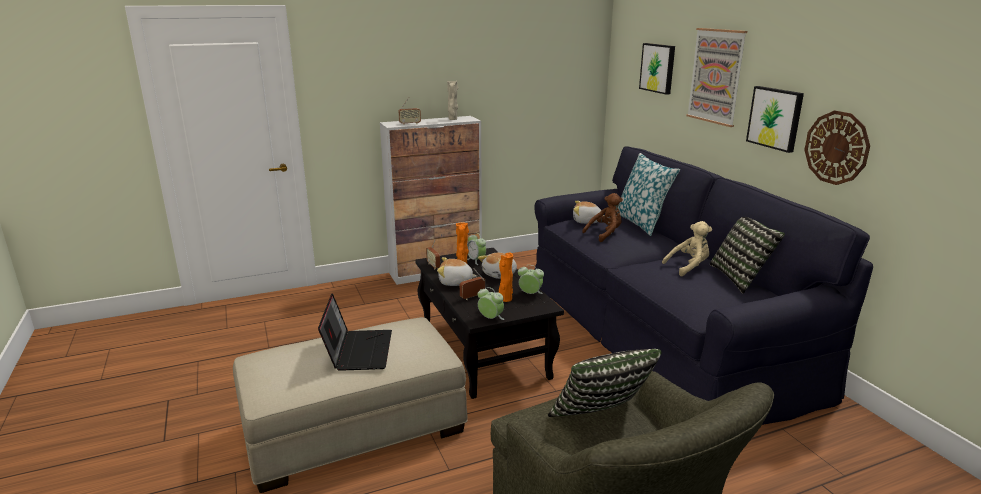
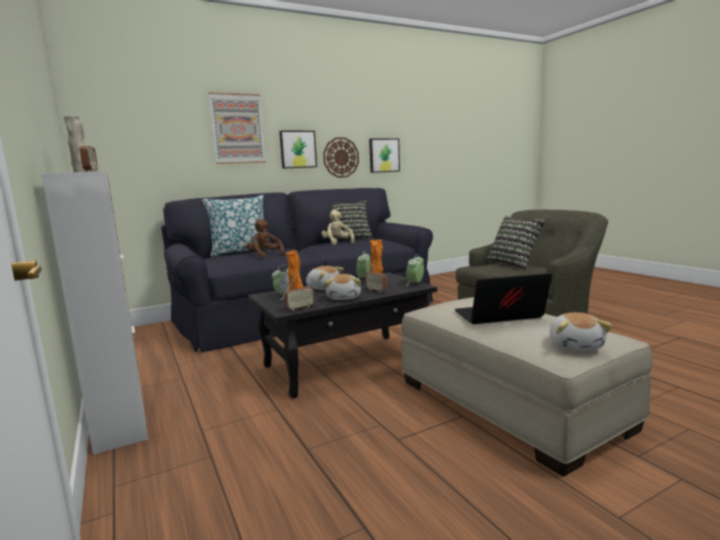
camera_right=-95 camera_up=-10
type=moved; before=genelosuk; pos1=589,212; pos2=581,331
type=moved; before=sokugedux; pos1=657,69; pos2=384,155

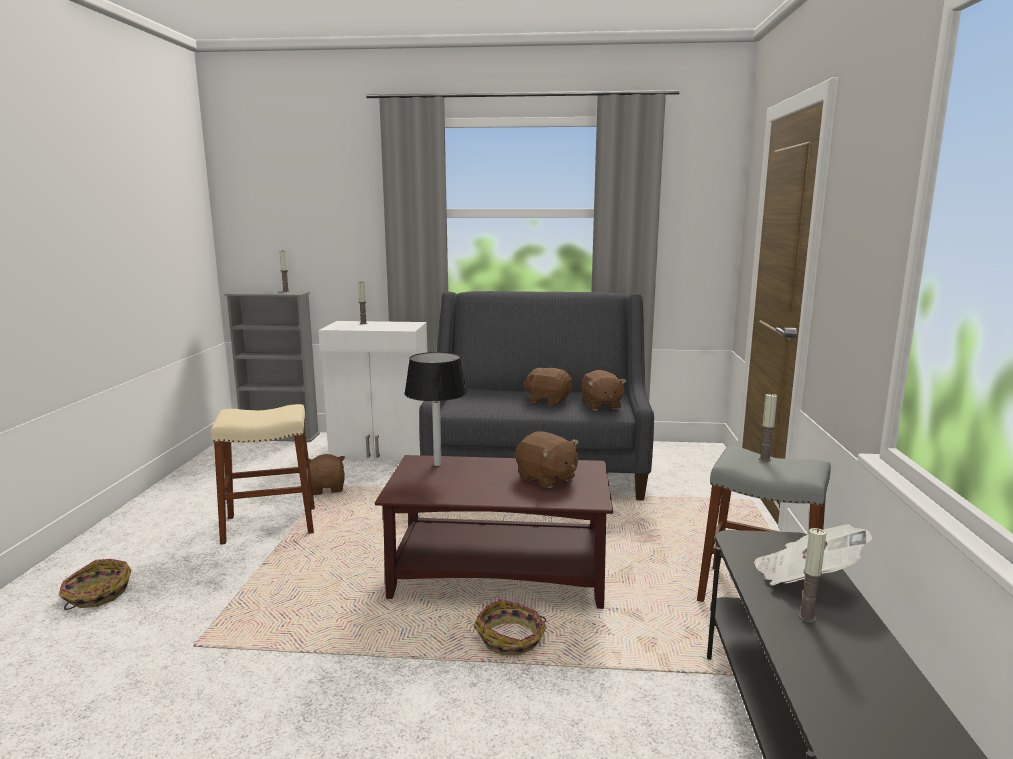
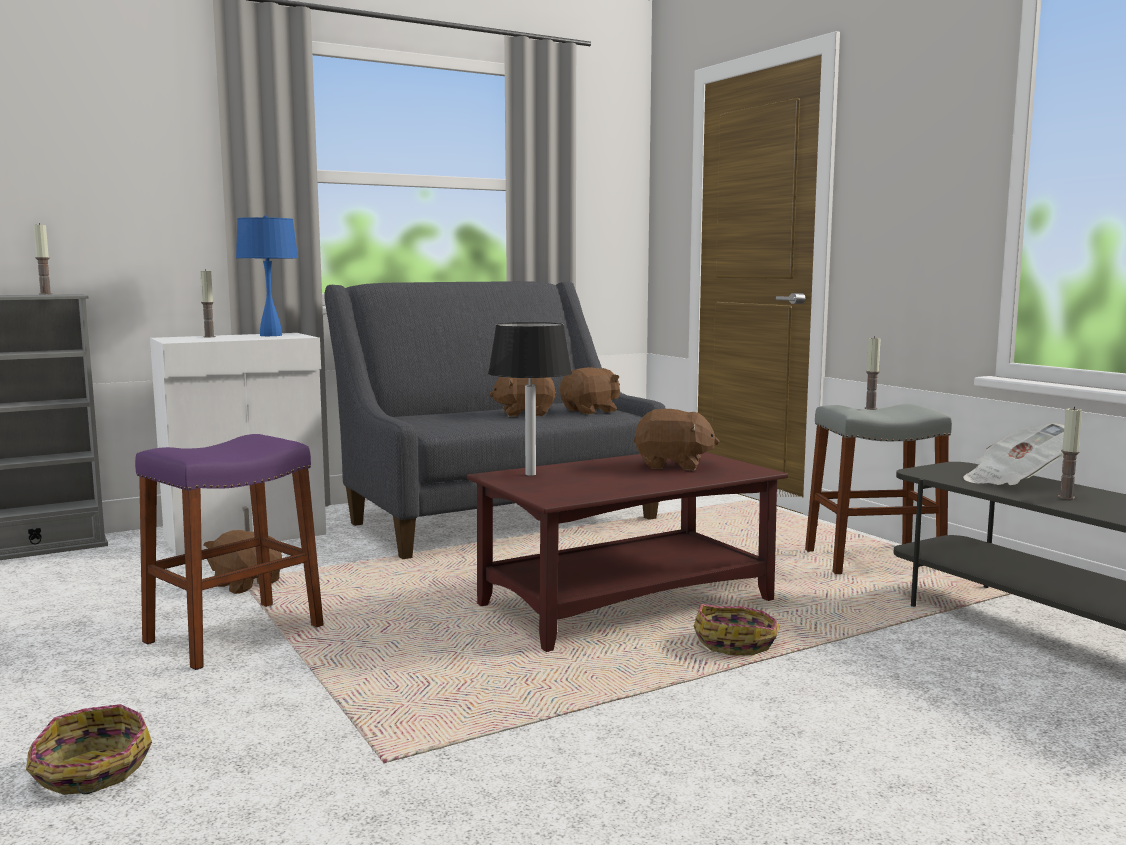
camera_right=-35 camera_up=-5
type=added; after=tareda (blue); pos2=267,275
type=recoloured; before=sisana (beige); after=sisana (purple); pos1=263,474; pos2=229,552
type=turned; before=genelosuk (brown); pos1=604,390; pos2=590,390; turn=-75

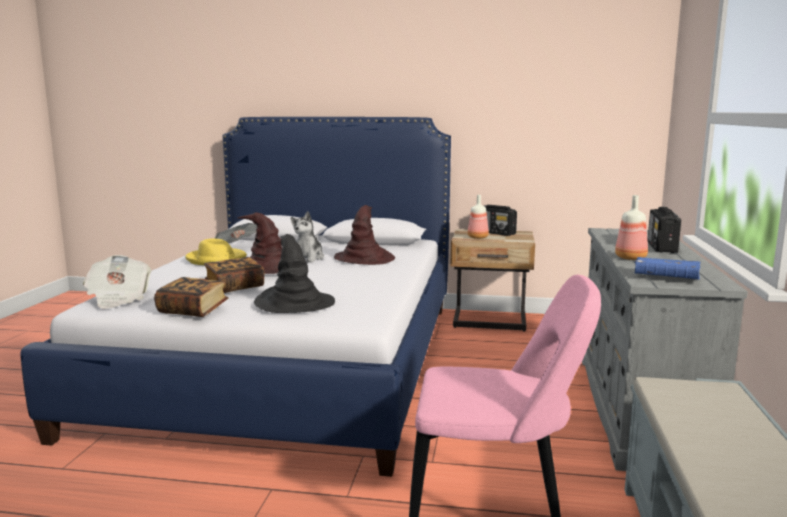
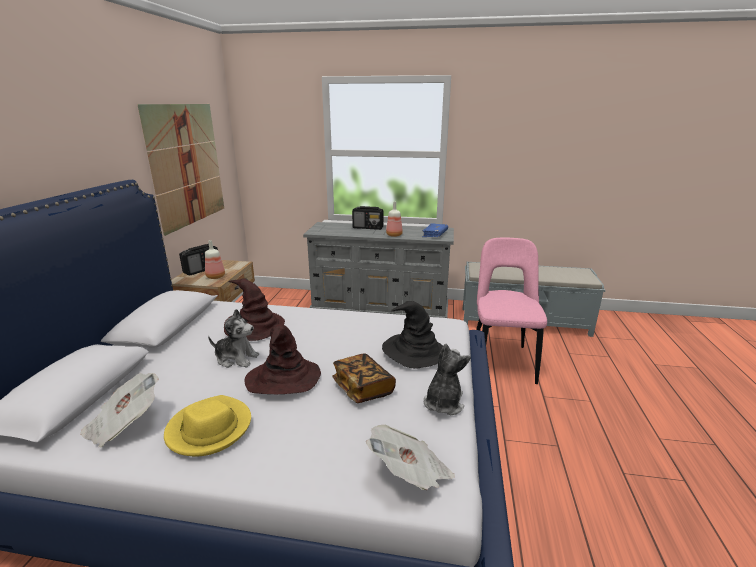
camera_right=-90 camera_up=10
type=added; after=sokugedux; pos2=180,170
type=replaced; before=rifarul; after=genelosuk; pos1=191,297; pos2=446,379

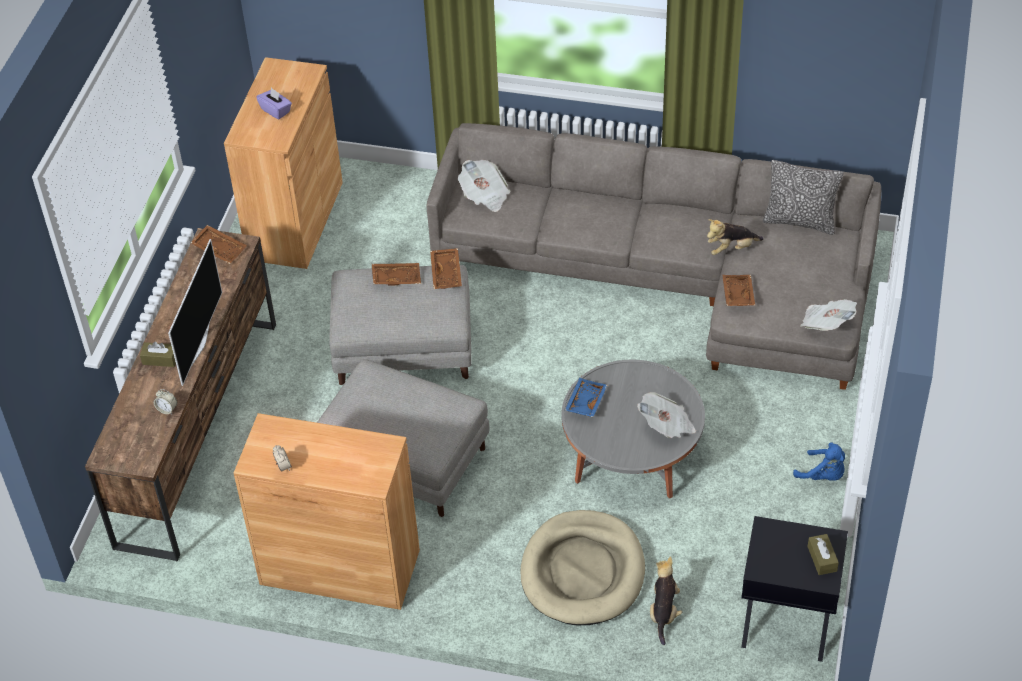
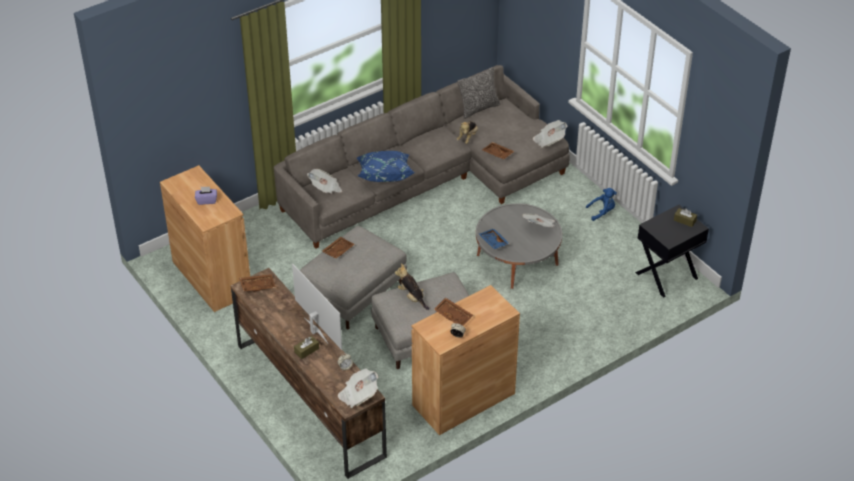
camera_right=-50 camera_up=-5
type=removed; before=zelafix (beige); pos1=582,567
type=added; after=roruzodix; pos2=358,388
type=added; after=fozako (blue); pos2=385,166
type=moved; before=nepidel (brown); pos1=446,268; pos2=453,311
type=moved; before=genelosuk; pos1=666,600; pos2=412,286

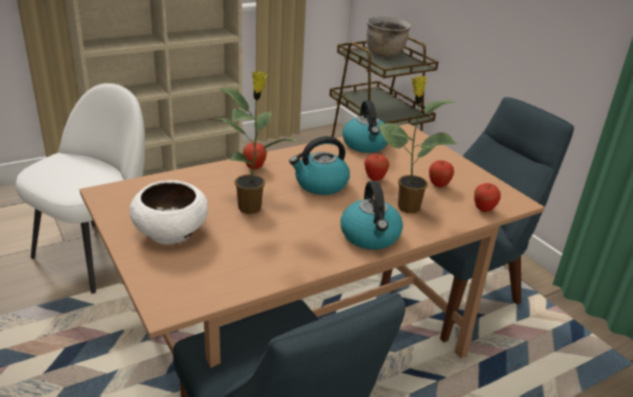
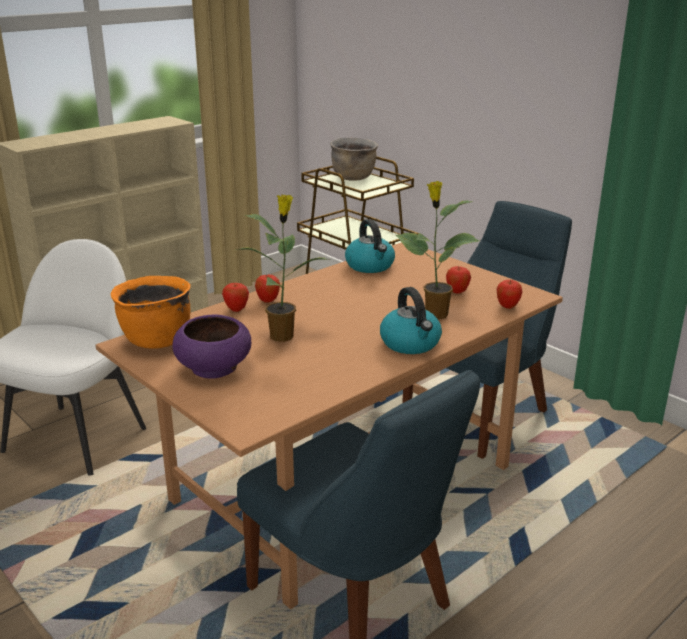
camera_right=-10 camera_up=-5
type=removed; before=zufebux; pos1=319,165
type=added; after=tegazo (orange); pos2=150,312
type=moved; before=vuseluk; pos1=376,167; pos2=235,297
type=recoloured; before=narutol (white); after=narutol (purple); pos1=169,212; pos2=211,347

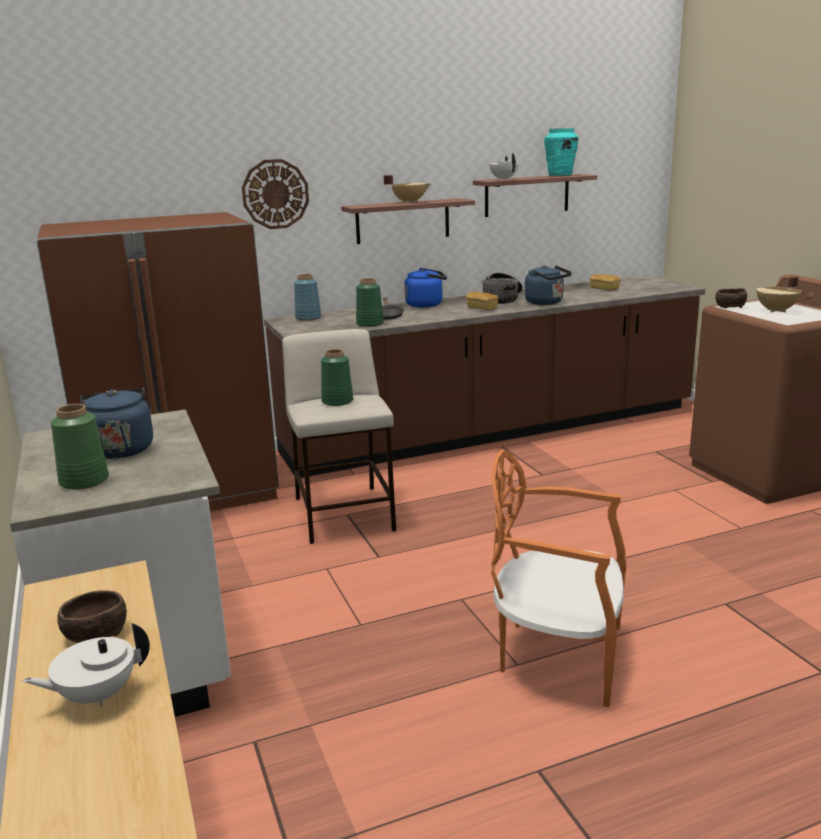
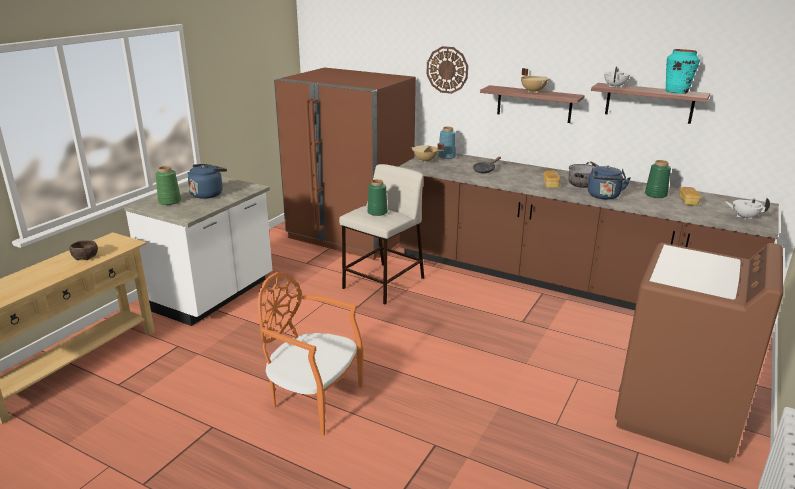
camera_right=50 camera_up=5
type=removed; before=zufebux (blue); pos1=425,288
type=removed; before=narutol (brown); pos1=731,298
type=moved; before=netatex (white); pos1=86,665; pos2=747,208
type=moved; before=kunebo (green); pos1=370,302; pos2=658,179
type=moved; before=tegazo (beige); pos1=779,294; pos2=427,153
type=turned; before=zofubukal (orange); pos1=558,578; pos2=310,354; turn=-45

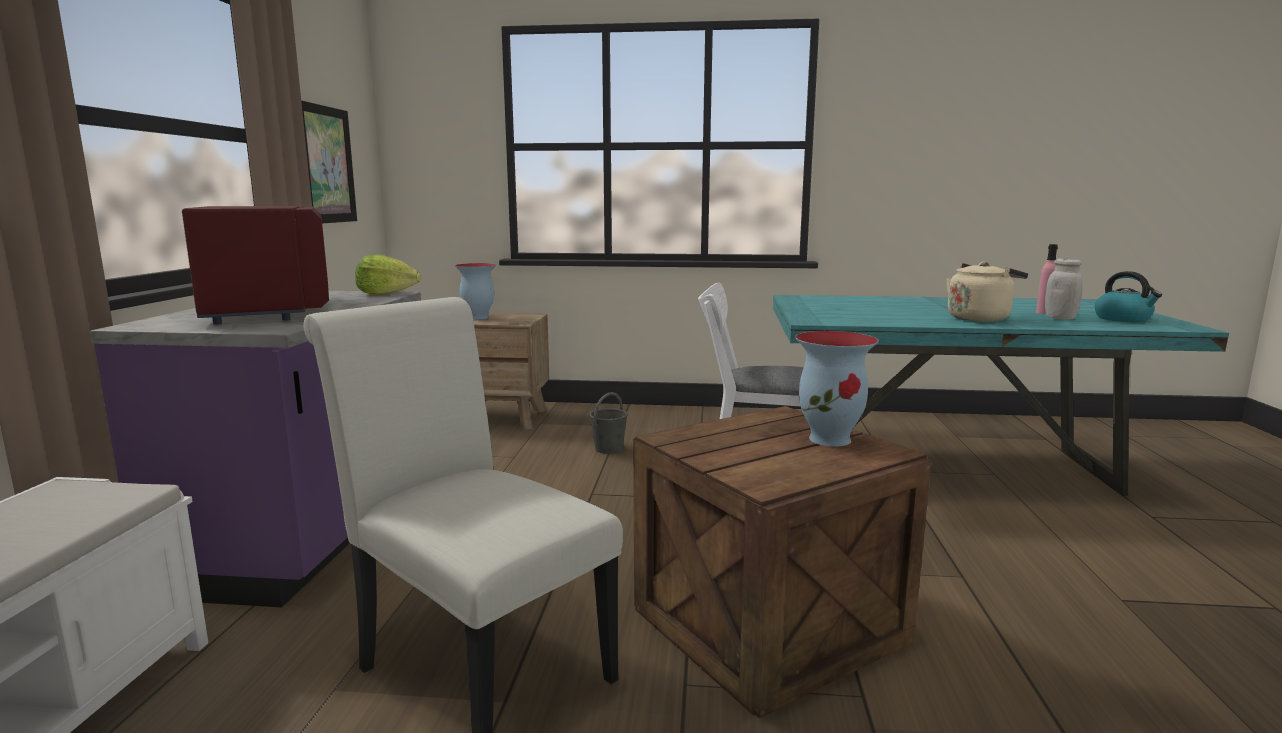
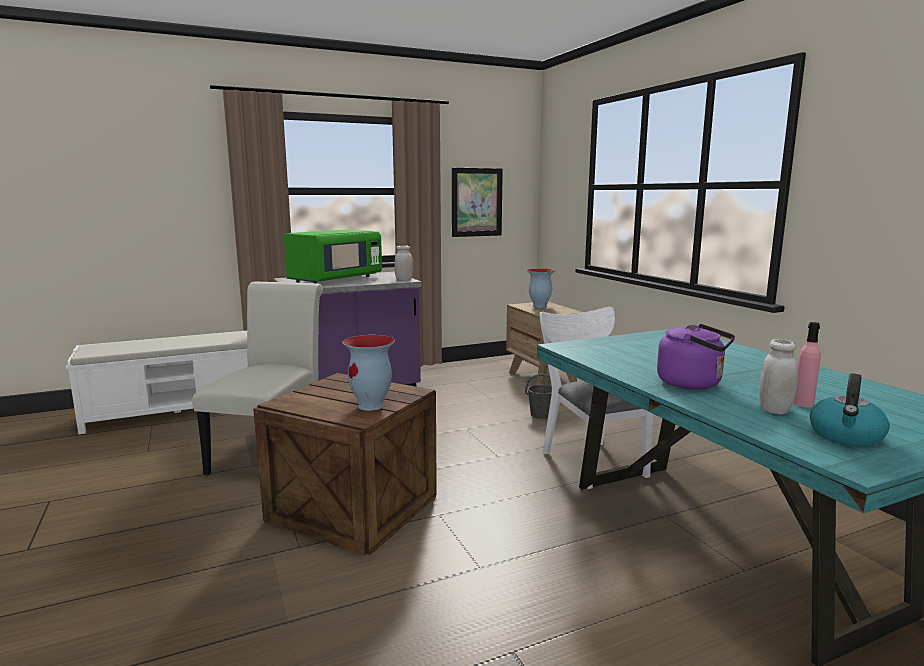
camera_right=60 camera_up=0
type=replaced; before=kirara; after=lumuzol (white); pos1=388,274; pos2=403,263
type=recoloured; before=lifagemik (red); after=lifagemik (green); pos1=255,265; pos2=333,256
type=recoloured; before=zufebux (beige); after=zufebux (purple); pos1=987,291; pos2=696,357

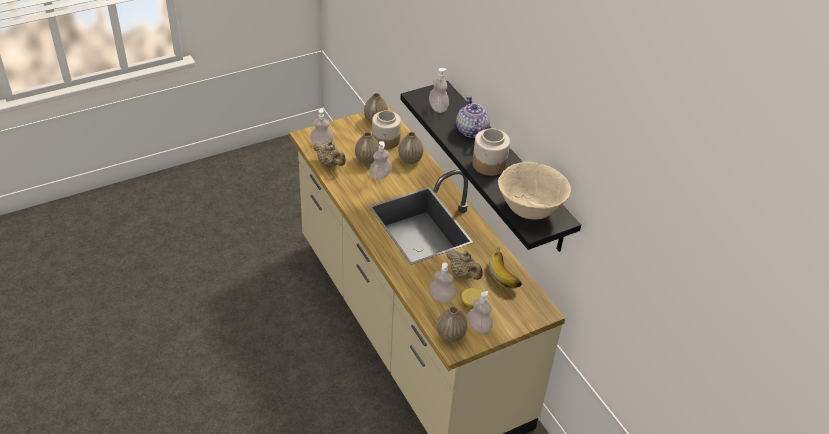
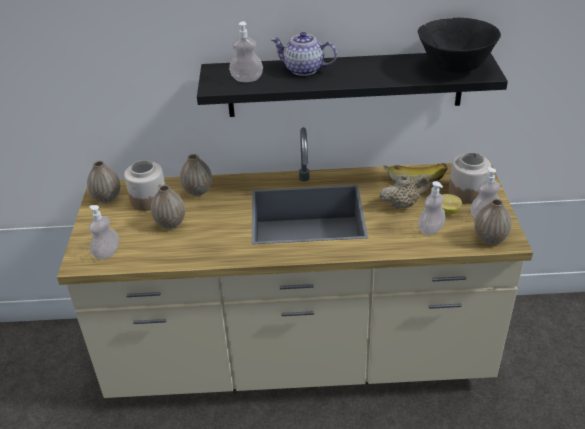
camera_right=-60 camera_up=-5
type=removed; before=netatex (beige); pos1=329,154
type=removed; before=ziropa; pos1=380,160
type=moved; before=lumuzol; pos1=491,152; pos2=470,178
type=recoloured; before=narutol (beige); after=narutol (black); pos1=534,191; pos2=459,45

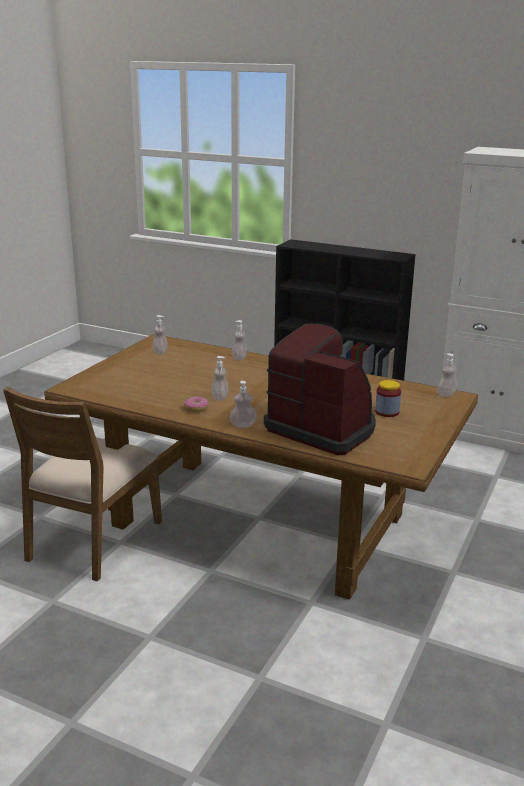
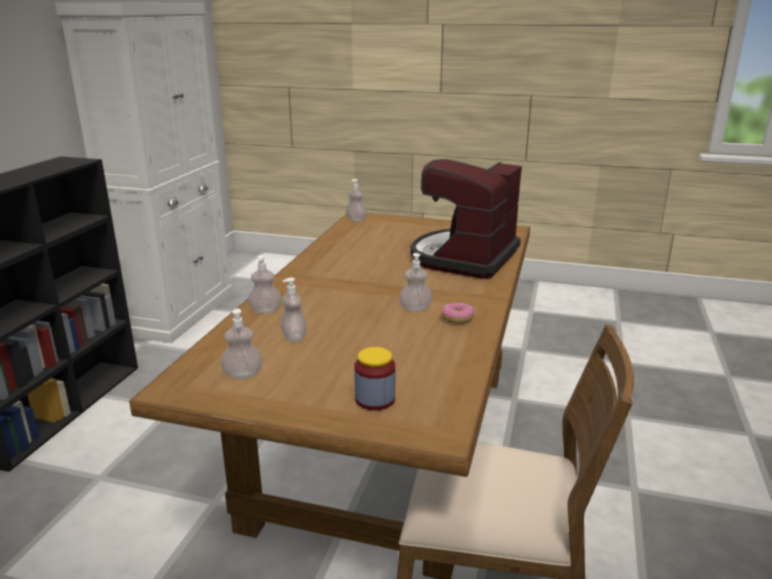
camera_right=-100 camera_up=0
type=moved; before=ziropa; pos1=243,404; pos2=294,309
type=moved; before=lumuzol; pos1=388,398; pos2=374,378

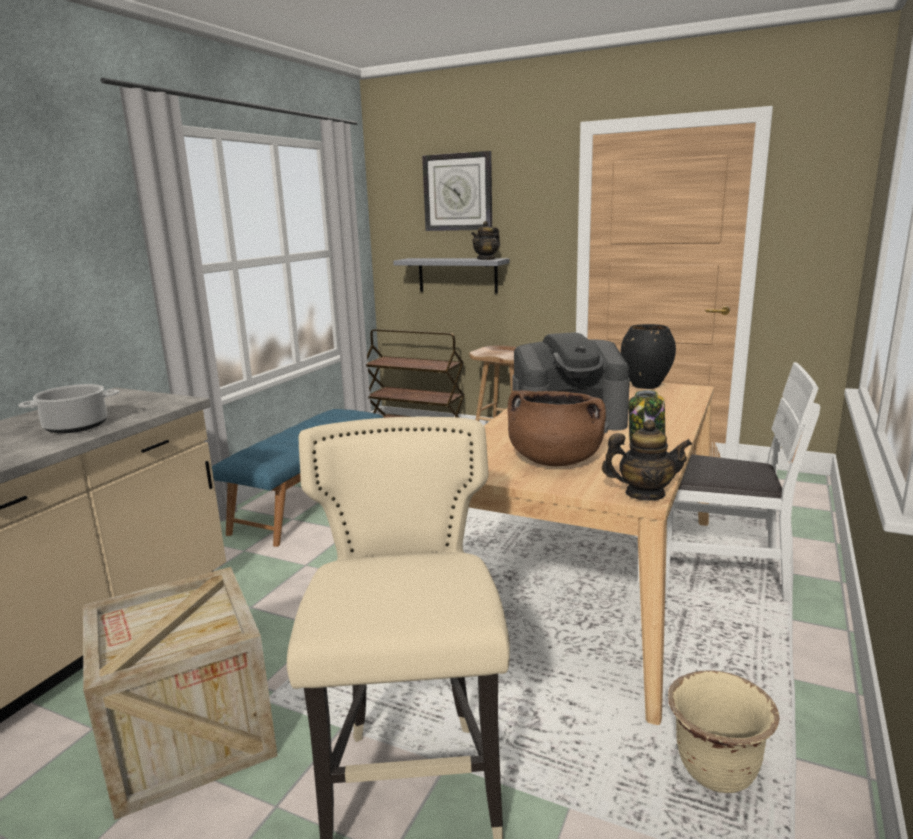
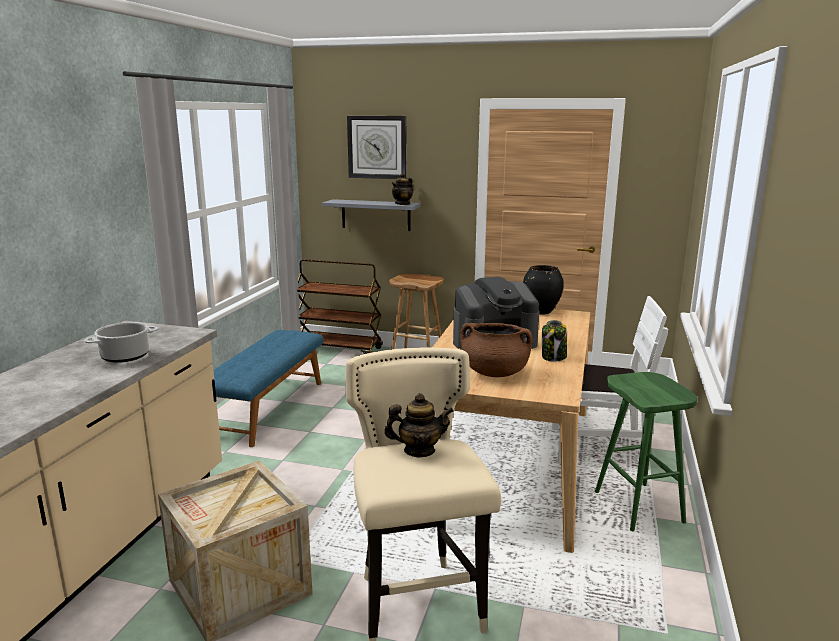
camera_right=-10 camera_up=0
type=removed; before=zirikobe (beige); pos1=723,732
type=added; after=sisana (green); pos2=646,451
type=moved; before=netatex; pos1=647,460; pos2=419,425

